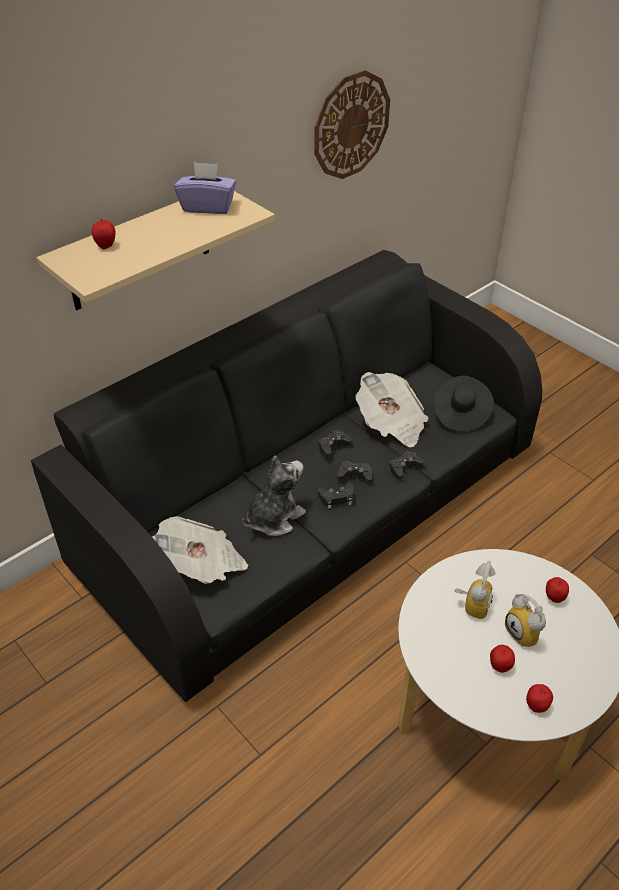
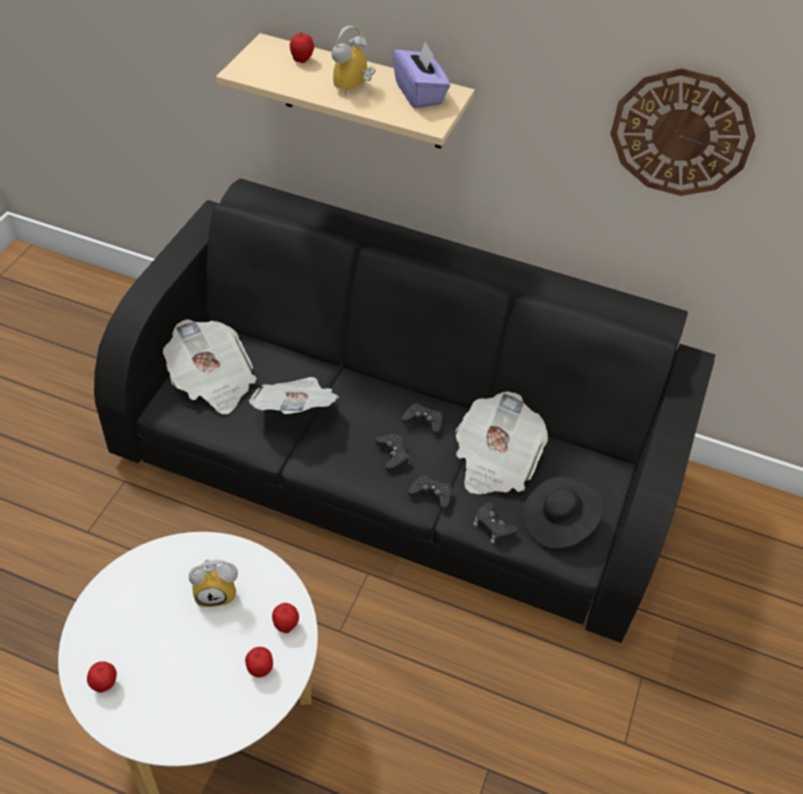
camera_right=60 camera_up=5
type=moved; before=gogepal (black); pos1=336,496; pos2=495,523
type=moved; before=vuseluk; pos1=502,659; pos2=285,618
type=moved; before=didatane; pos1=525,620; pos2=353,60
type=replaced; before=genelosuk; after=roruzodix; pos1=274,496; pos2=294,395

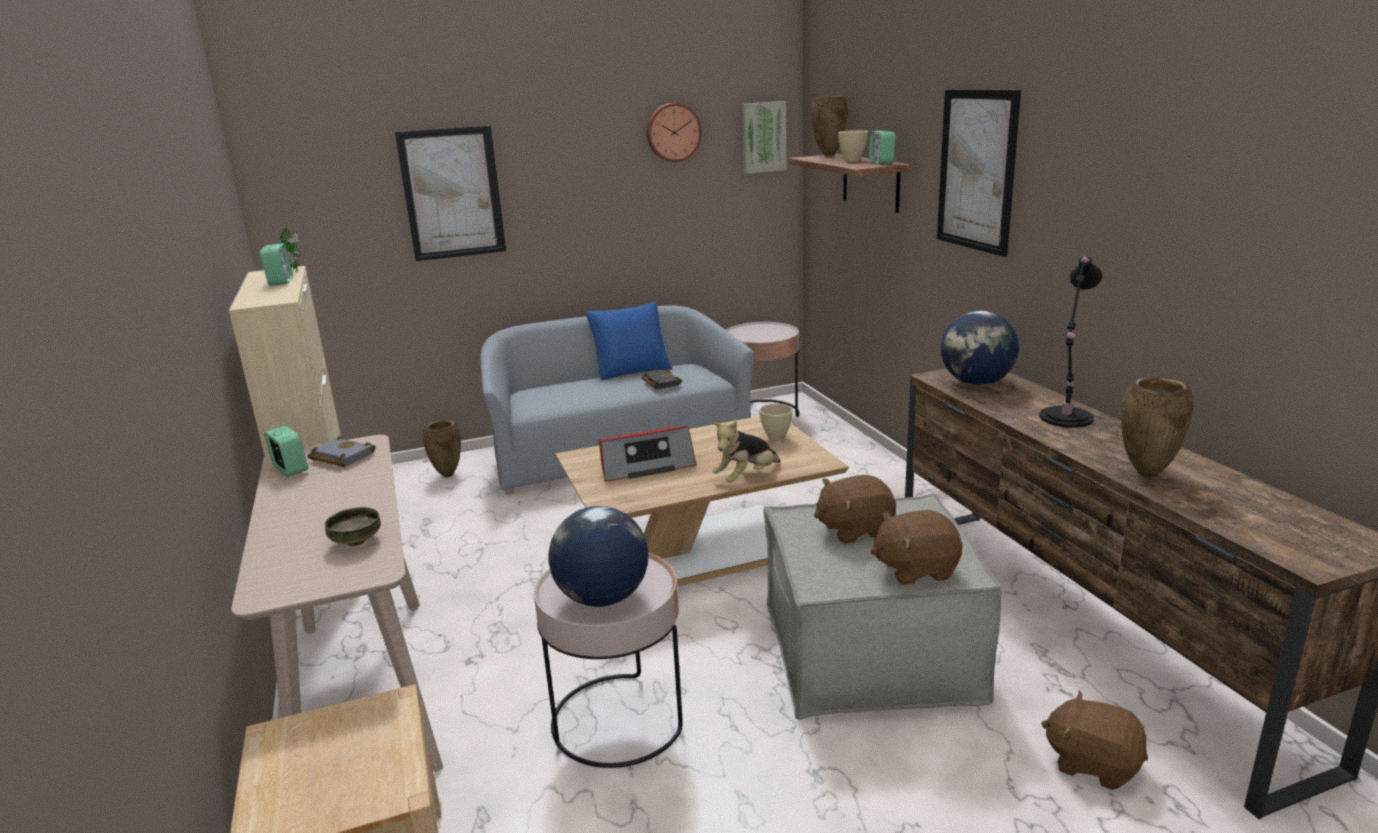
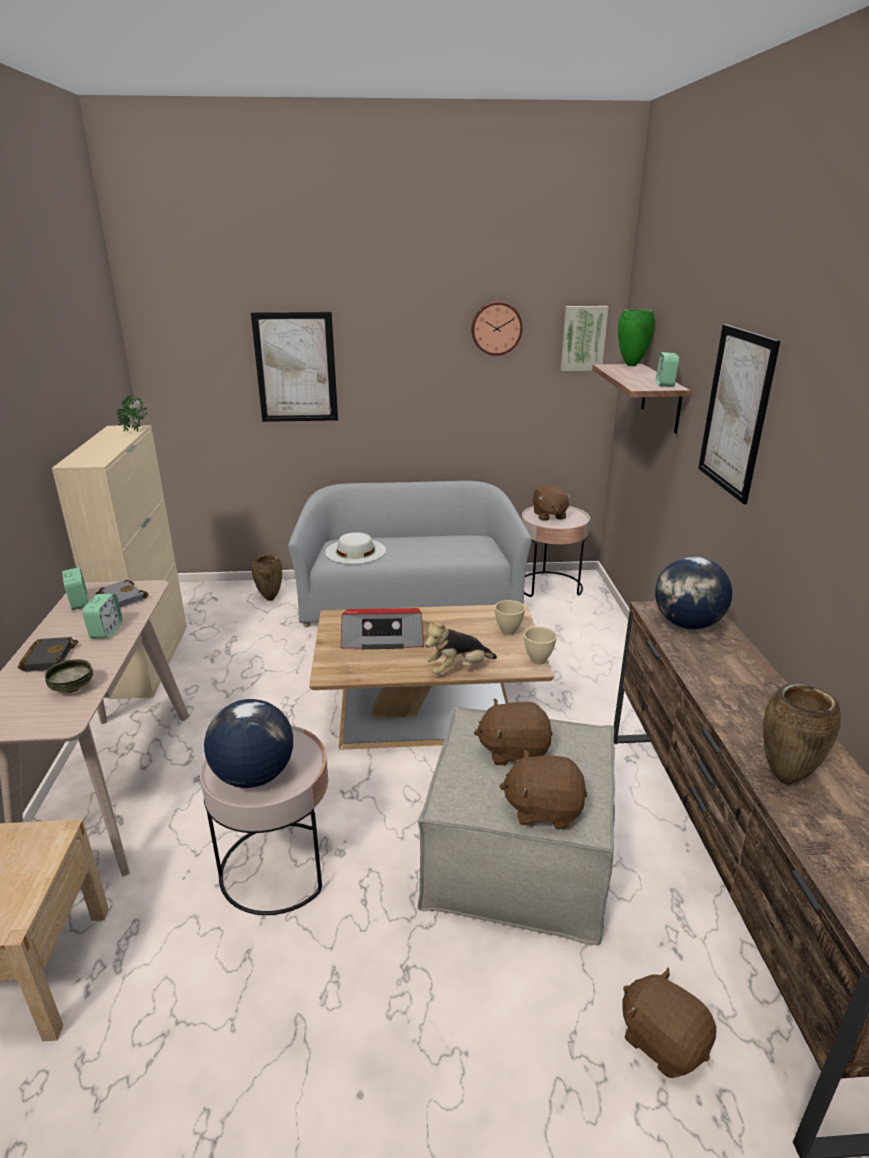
camera_right=15 camera_up=5
type=removed; before=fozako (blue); pos1=629,341
type=removed; before=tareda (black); pos1=1070,342
type=added; after=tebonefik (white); pos2=355,548
type=added; after=genelosuk (brown); pos2=552,502
type=moved; before=didatane; pos1=276,264; pos2=102,616
type=moved; before=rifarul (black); pos1=662,379; pos2=48,654
type=moved; before=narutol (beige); pos1=853,146; pos2=540,646
type=recoloured; before=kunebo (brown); after=kunebo (green); pos1=829,126; pos2=636,337

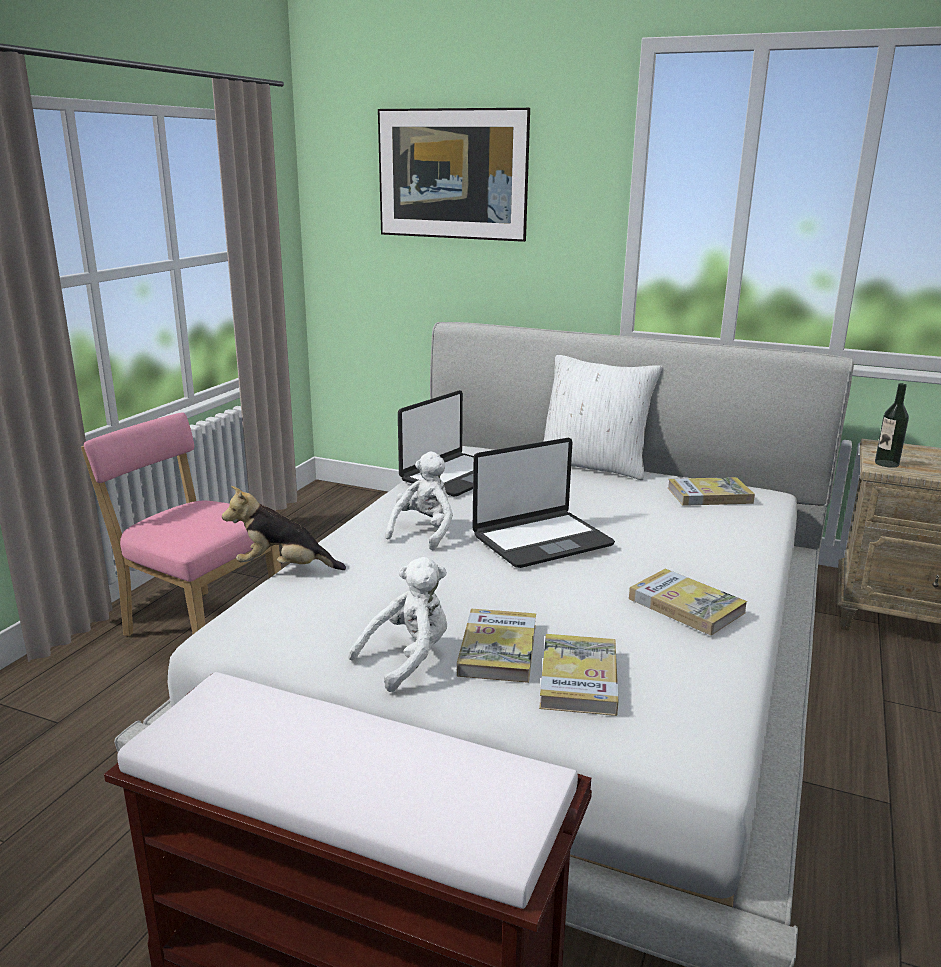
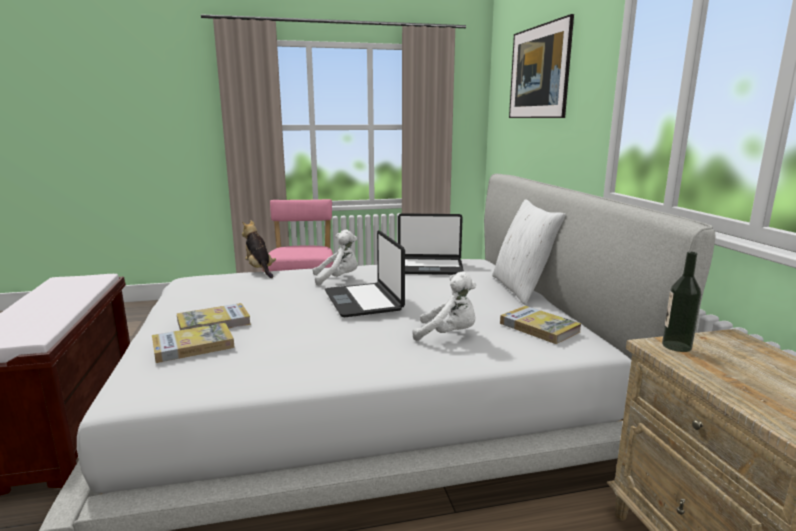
camera_right=55 camera_up=-5
type=removed; before=rifarul; pos1=688,602
type=moved; before=genelosuk (white); pos1=397,624; pos2=444,306
type=turned; before=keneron; pos1=544,503; pos2=365,273; turn=45

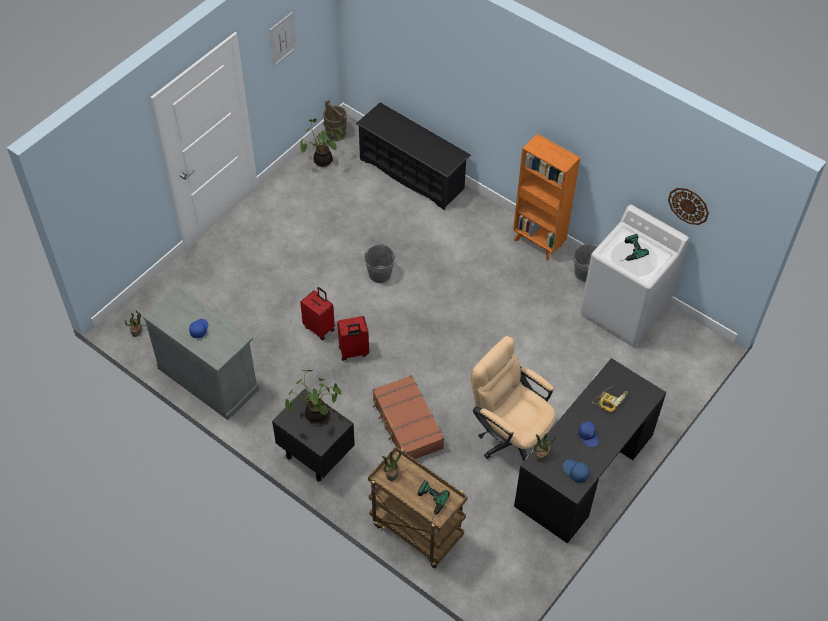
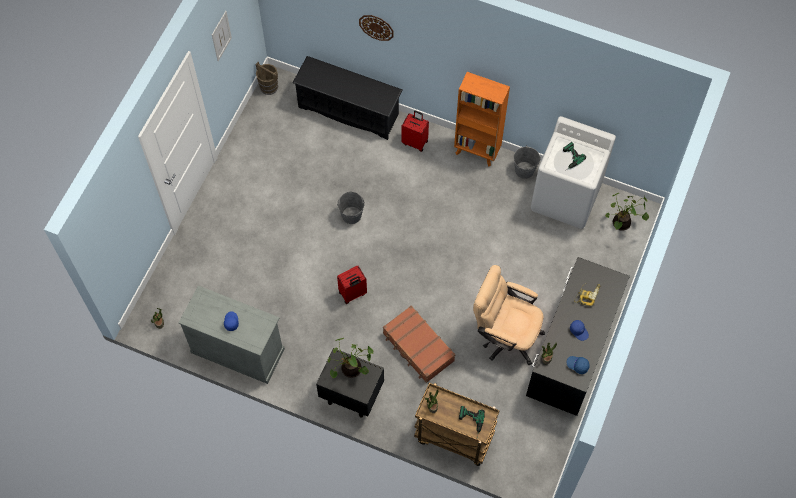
camera_right=-15 camera_up=10
type=moved; before=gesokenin; pos1=321,143; pos2=627,212
type=moved; before=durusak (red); pos1=317,313; pos2=415,131
type=moved; before=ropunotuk; pos1=688,206; pos2=376,28

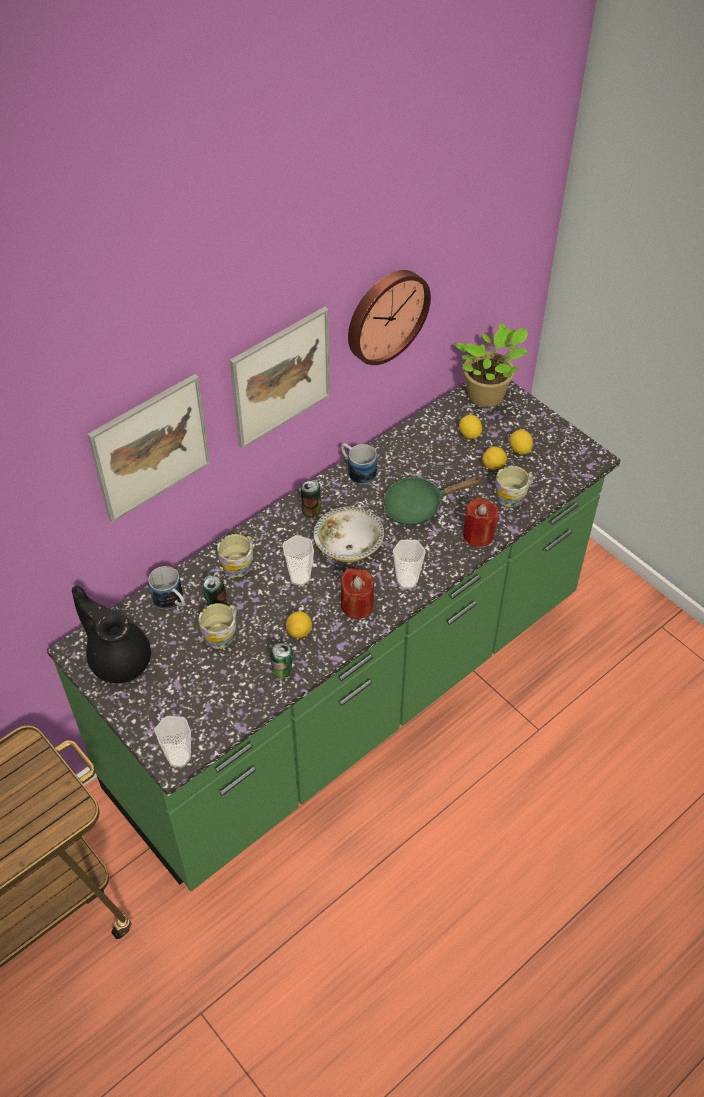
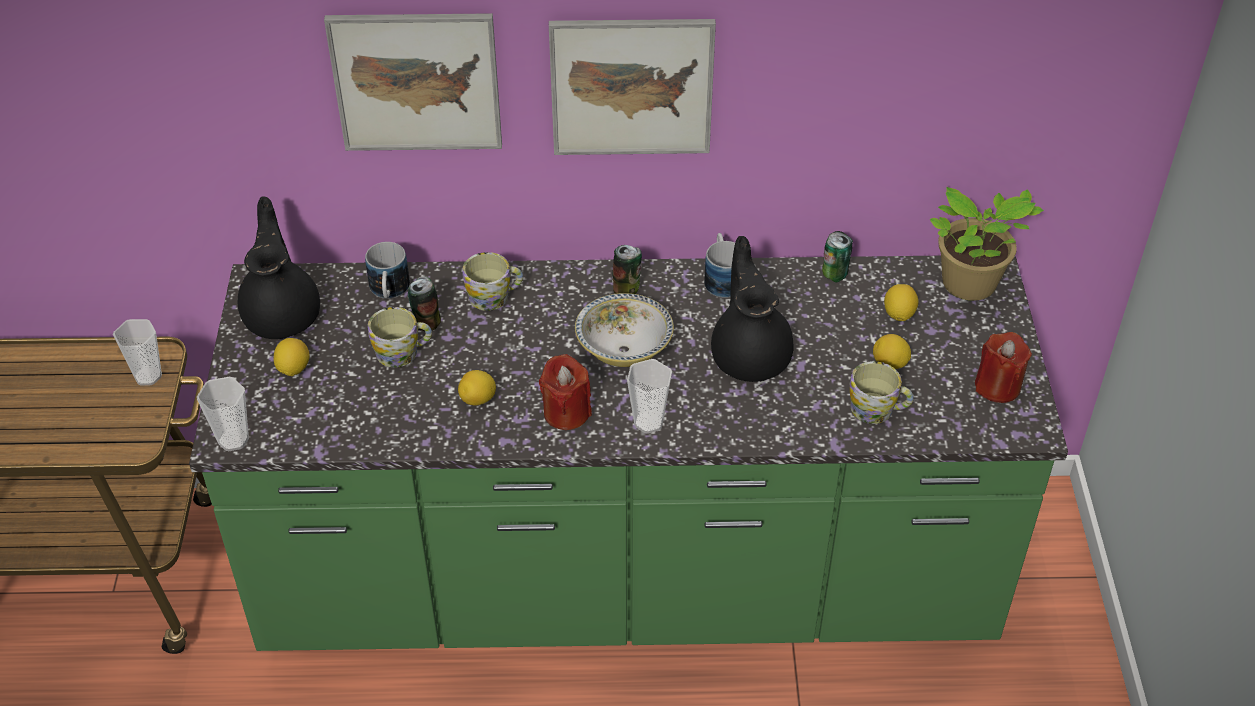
camera_right=40 camera_up=-5
type=removed; before=ropunotuk; pos1=389,317
type=moved; before=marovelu; pos1=282,659; pos2=837,256
type=moved; before=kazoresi; pos1=298,560; pos2=137,352
type=moved; before=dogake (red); pos1=481,522; pos2=1003,367
type=moved; before=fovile; pos1=521,442; pos2=292,357
type=replaced; before=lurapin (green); after=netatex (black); pos1=432,500; pos2=752,309

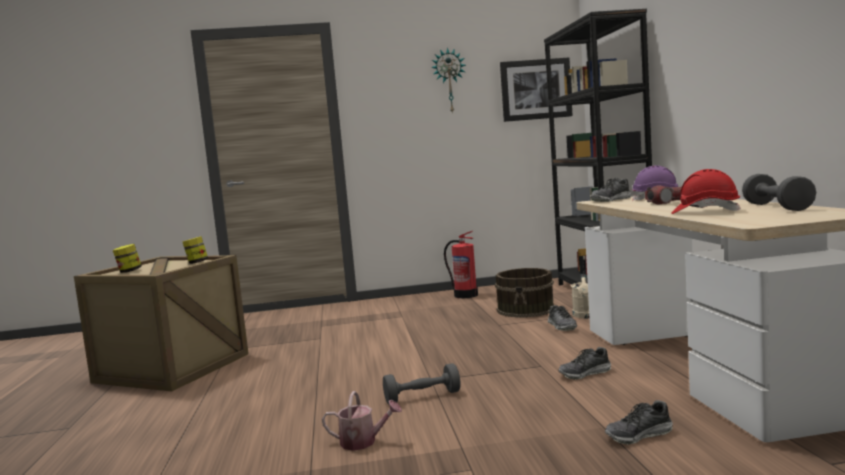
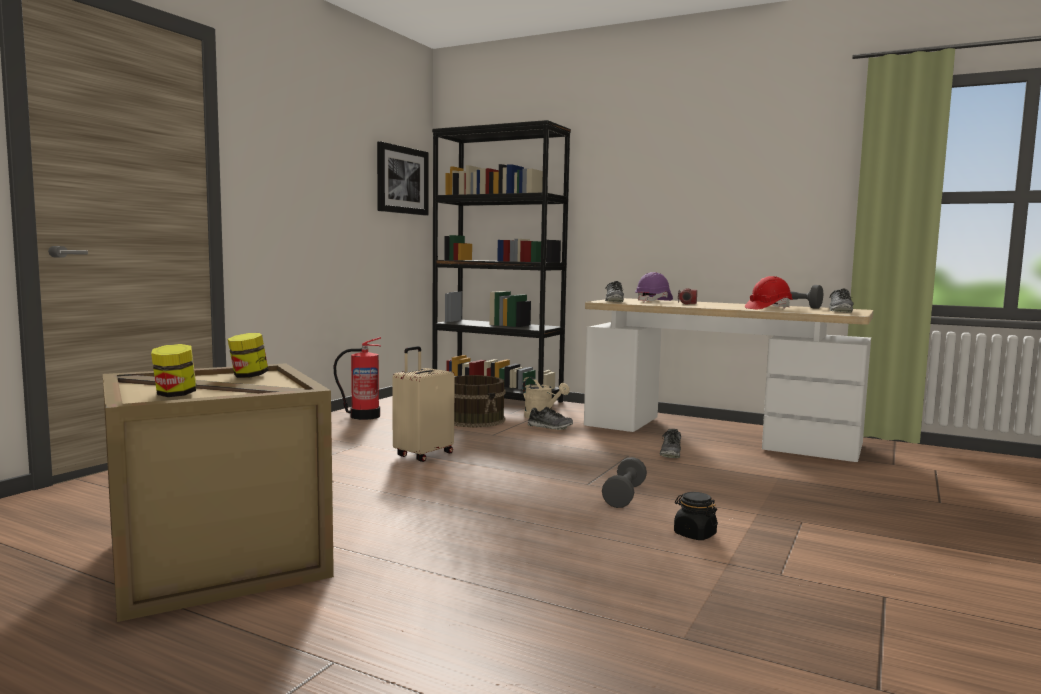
camera_right=-55 camera_up=0
type=removed; before=ropunotuk; pos1=448,81
type=added; after=durusak (beige); pos2=423,404
type=moved; before=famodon; pos1=639,422; pos2=841,301
type=replaced; before=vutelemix; after=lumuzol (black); pos1=362,421; pos2=696,516

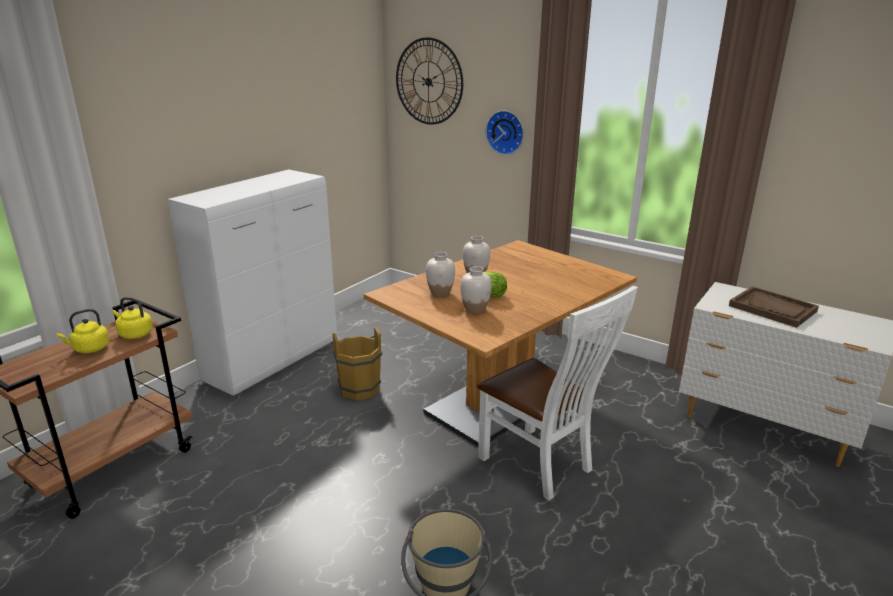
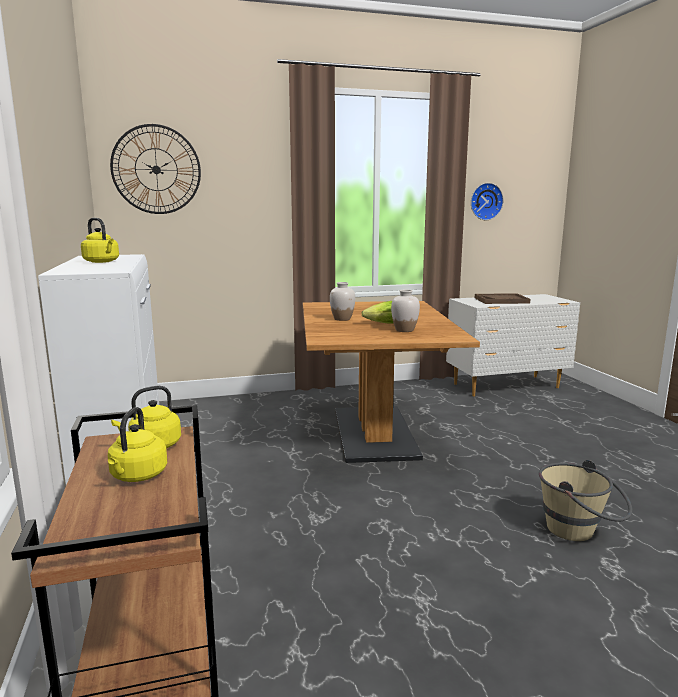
camera_right=-50 camera_up=-10
type=removed; before=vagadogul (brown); pos1=356,364
type=removed; before=kunebo (white); pos1=440,274
type=removed; before=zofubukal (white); pos1=557,393
type=added; after=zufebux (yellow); pos2=100,240
type=moved; before=ropunotuk; pos1=505,133; pos2=487,201

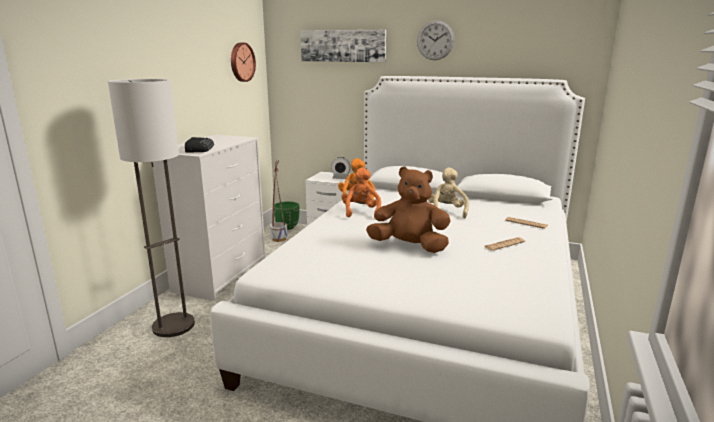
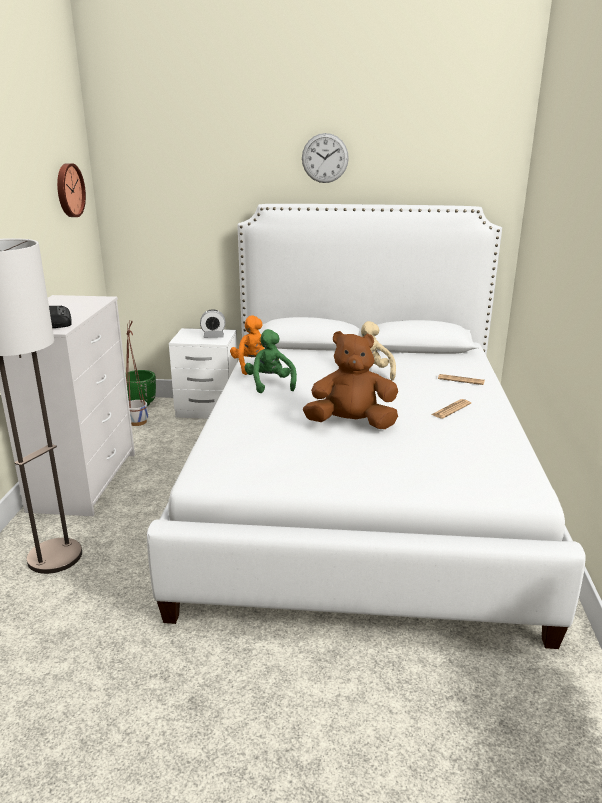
camera_right=-15 camera_up=5
type=removed; before=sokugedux; pos1=343,46
type=recoloured; before=genelosuk (orange); after=genelosuk (green); pos1=361,192; pos2=271,361

